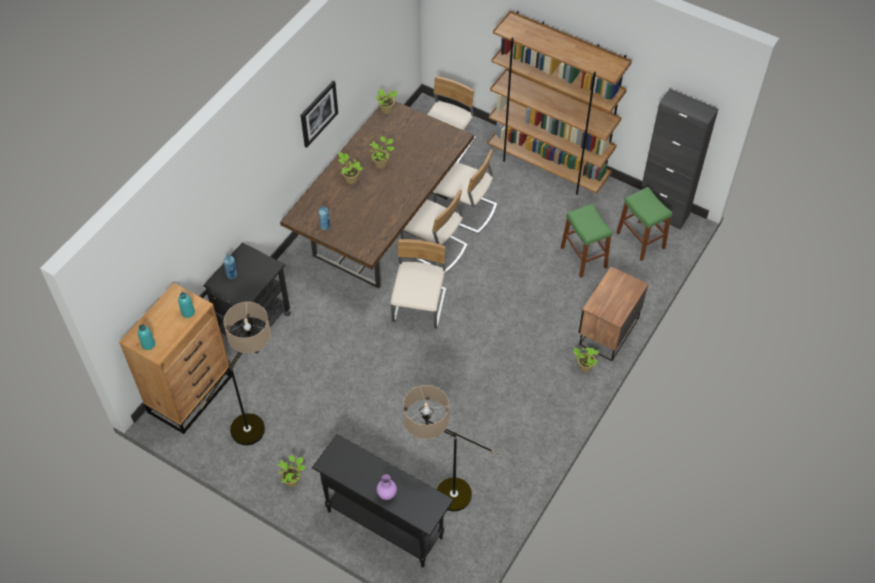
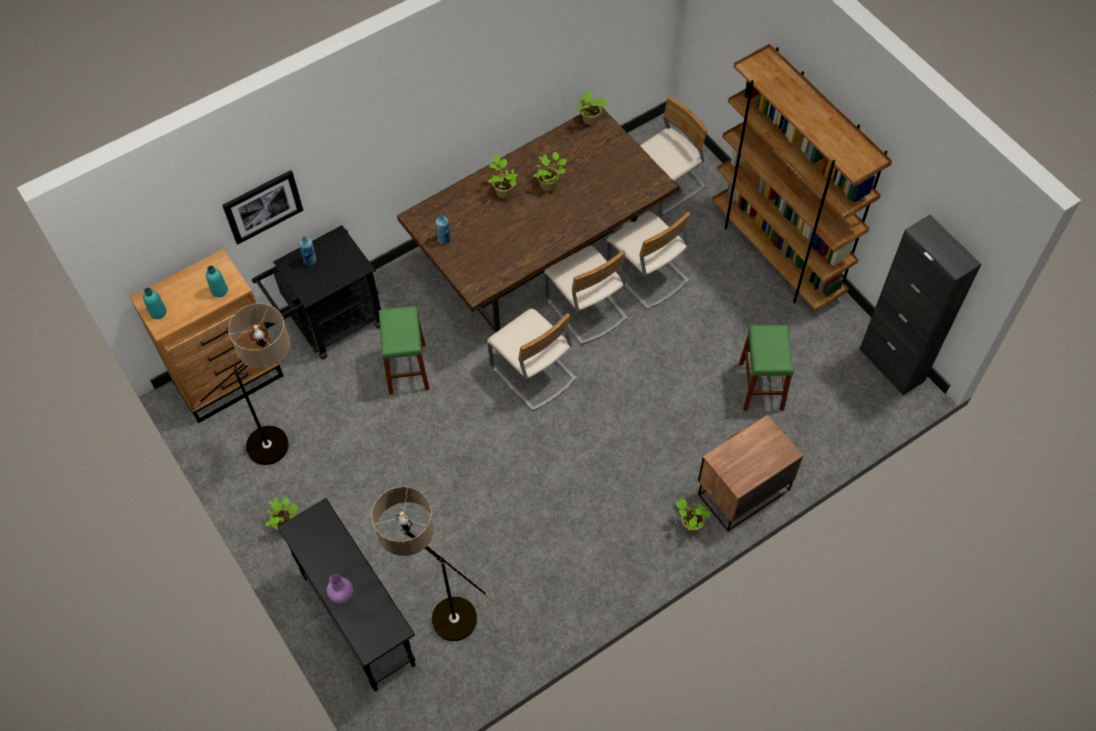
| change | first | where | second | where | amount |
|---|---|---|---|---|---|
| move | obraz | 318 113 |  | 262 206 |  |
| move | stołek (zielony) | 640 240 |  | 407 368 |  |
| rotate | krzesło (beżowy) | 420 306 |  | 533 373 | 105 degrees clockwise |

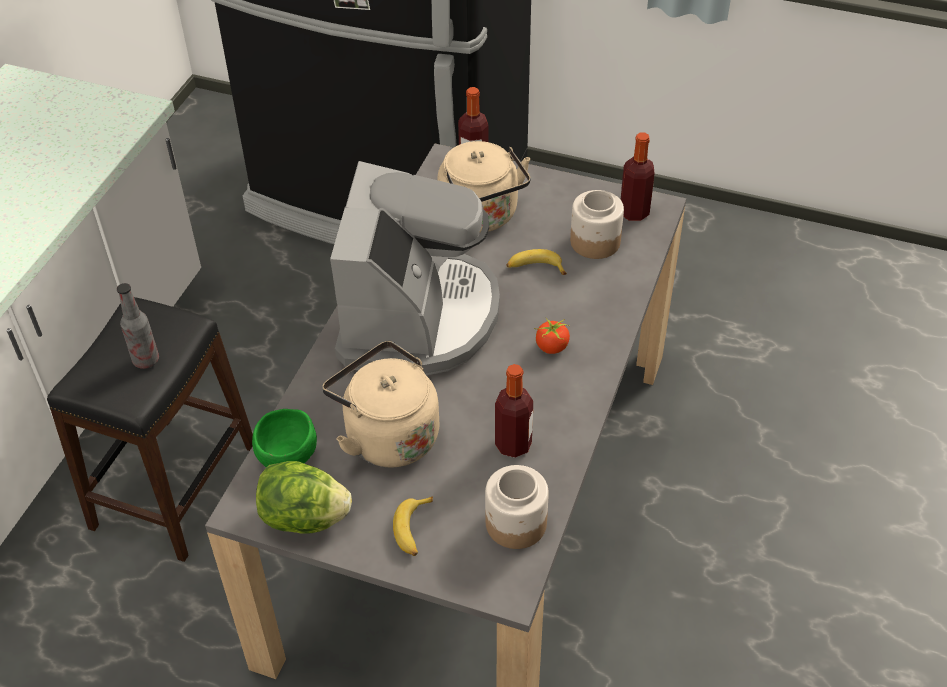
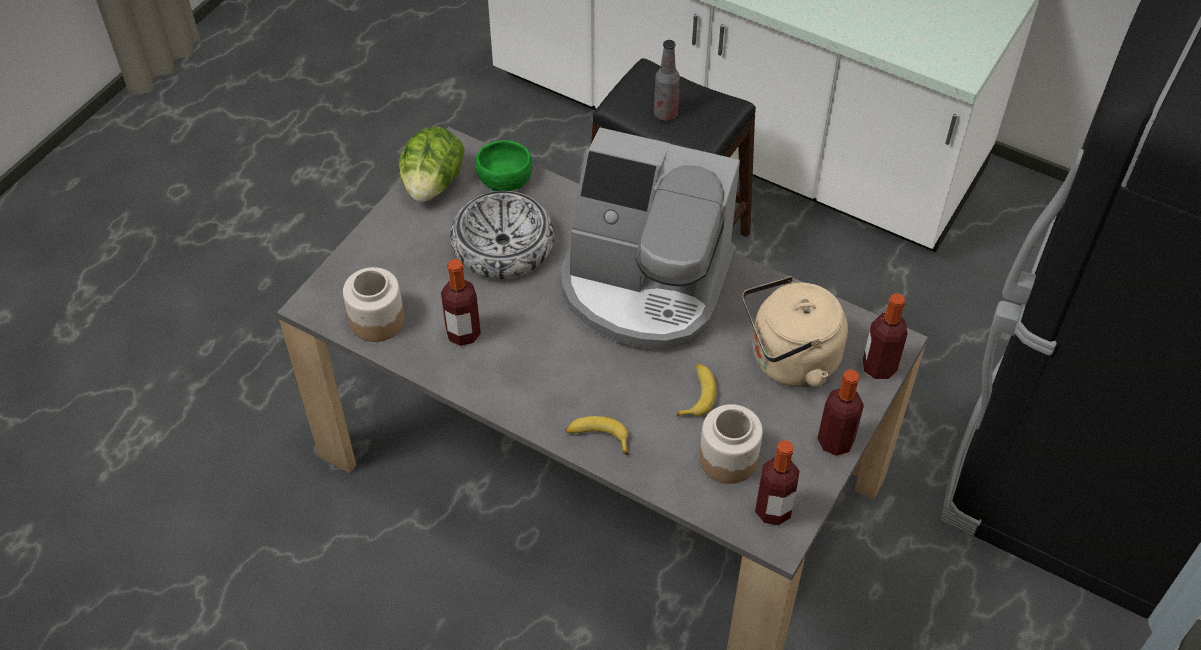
| change | first | where | second | where | amount |
|---|---|---|---|---|---|
| replace | czajnik (beżowy) | 387 435 | miska | 503 245 |  |
| move | banan | 414 530 |  | 597 437 |  |
| insert |  |  | butelka | 835 441 |  |
| delete | pomidor | 551 347 |  |  |  |

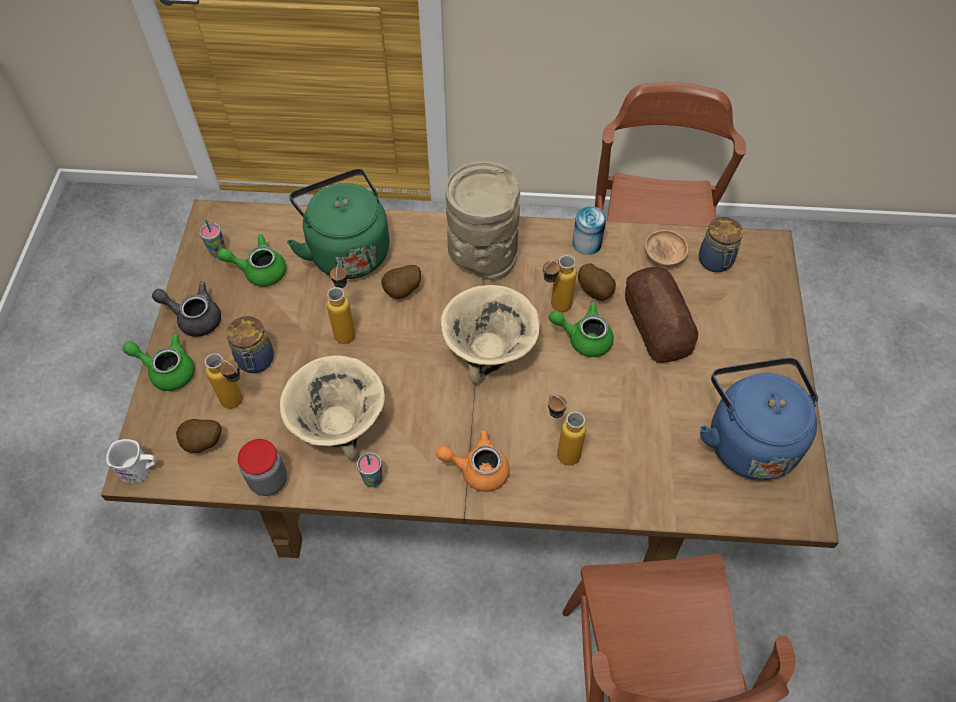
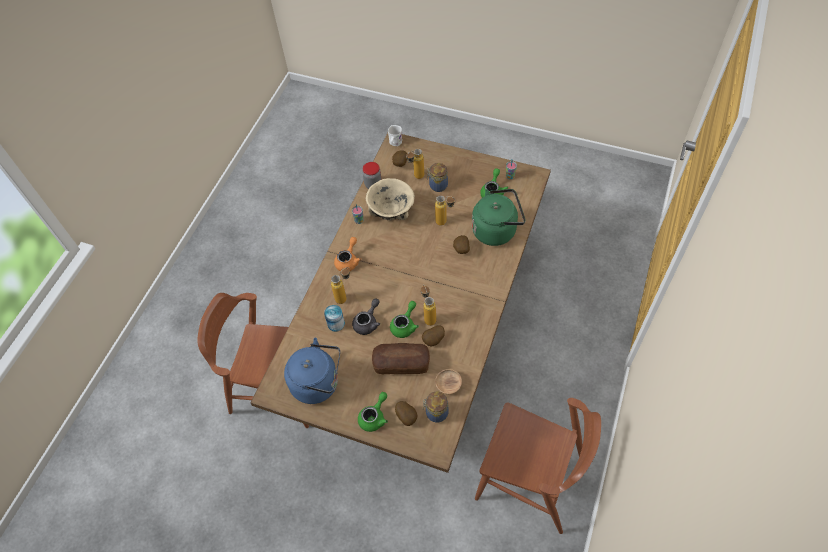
| change | first | where | second | where | amount |
|---|---|---|---|---|---|
| move | puszka | 587 243 |  | 336 324 |  |
| move | imbryk (szary) | 194 318 |  | 368 322 |  |
| move | imbryk (zielony) | 167 370 |  | 374 417 |  |
| insert |  |  | ziemniak | 407 417 |  |
| delete | miska (beżowy) | 489 352 |  |  |  |
| delete | wazon (beżowy) | 481 255 |  |  |  |

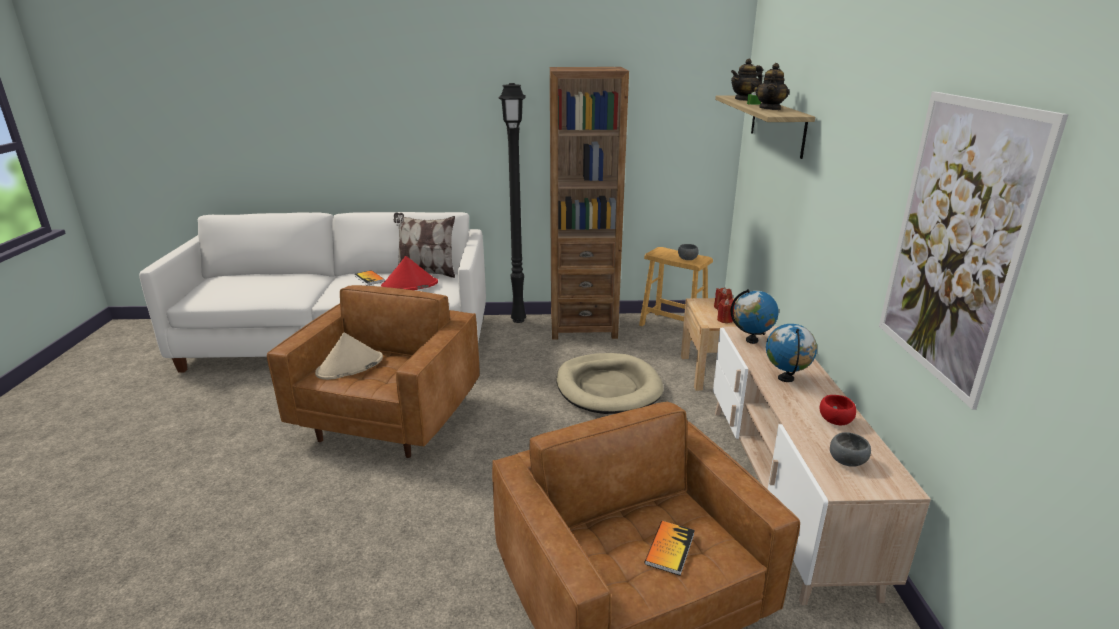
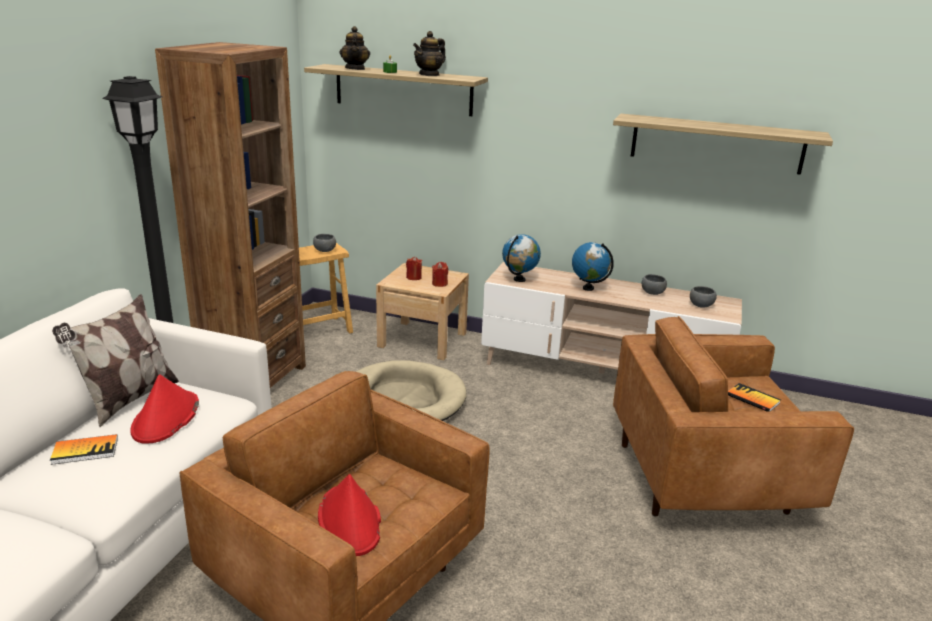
| change | first | where | second | where | amount |
|---|---|---|---|---|---|
| recolor | kapelusz (beżowy) | 349 366 | kapelusz (czerwony) | 350 521 |  |
| rotate | imbryk | 770 108 |  | 429 75 | 90 degrees clockwise |
| replace | obraz | 955 243 | półka | 716 143 |  |
| recolor | miska (czerwony) | 834 420 | miska (szary) | 652 293 |  |

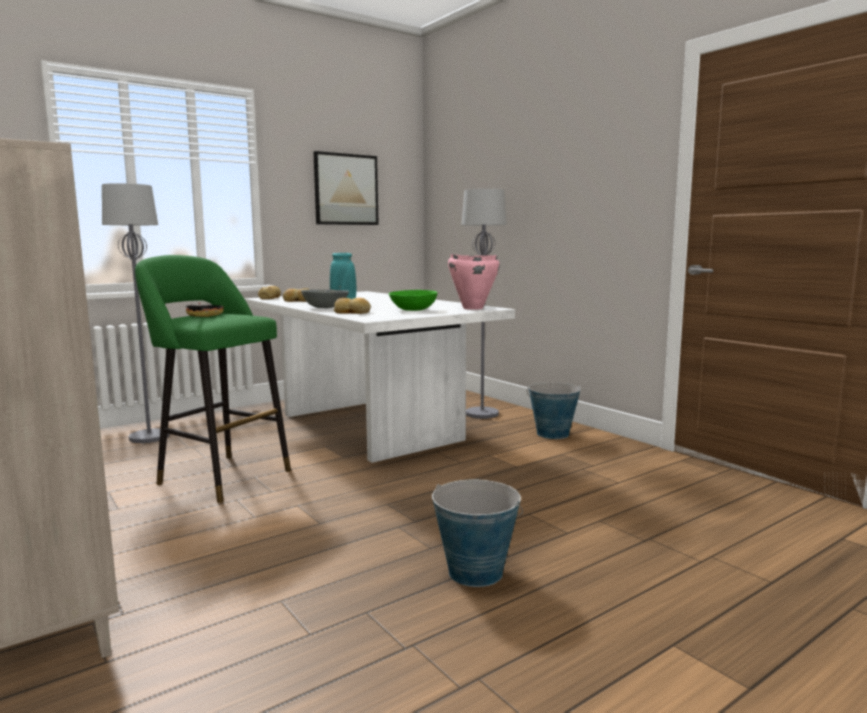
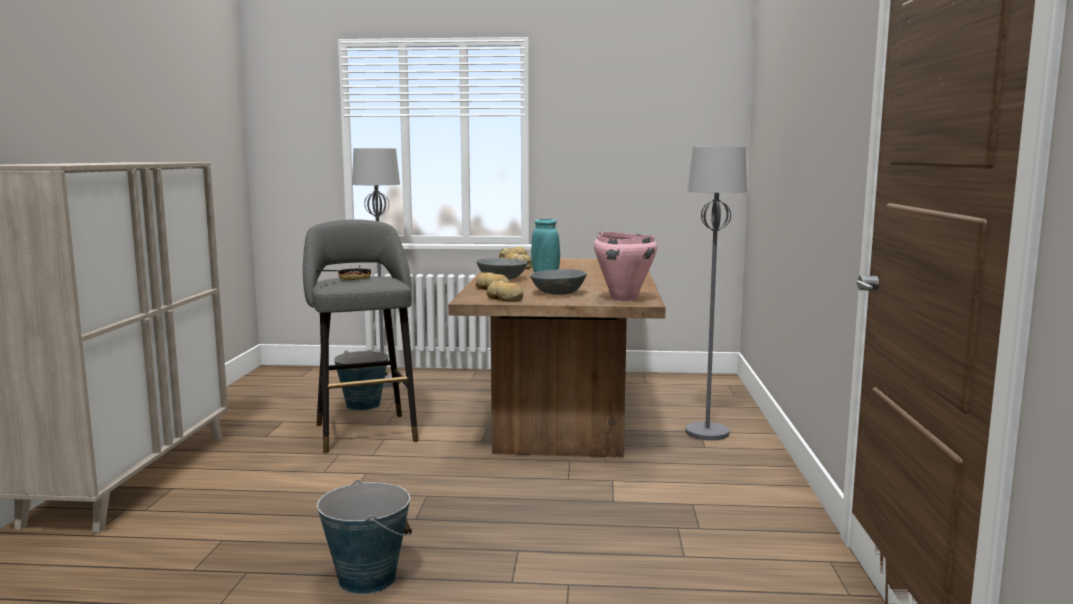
| change | first | where | second | where | amount |
|---|---|---|---|---|---|
| recolor | stołek (zielony) | 219 476 | stołek (szary) | 364 430 |  |
| move | wiadro | 552 434 |  | 363 405 |  |
| recolor | stół jadalny (biały) | 367 427 | stół jadalny (brązowy) | 561 417 |  |
| insert |  |  | chleb | 505 299 |  |
| recolor | miska (zielony) | 413 310 | miska (szary) | 558 293 |  |
| delete | obraz | 346 189 |  |  |  |

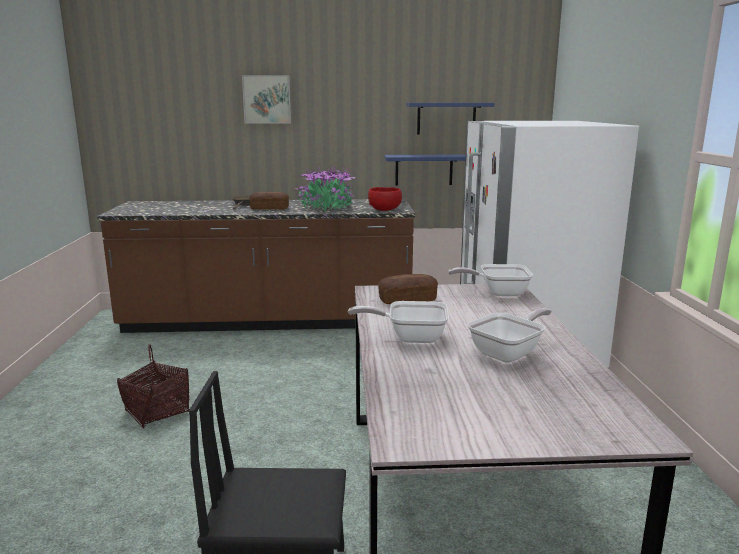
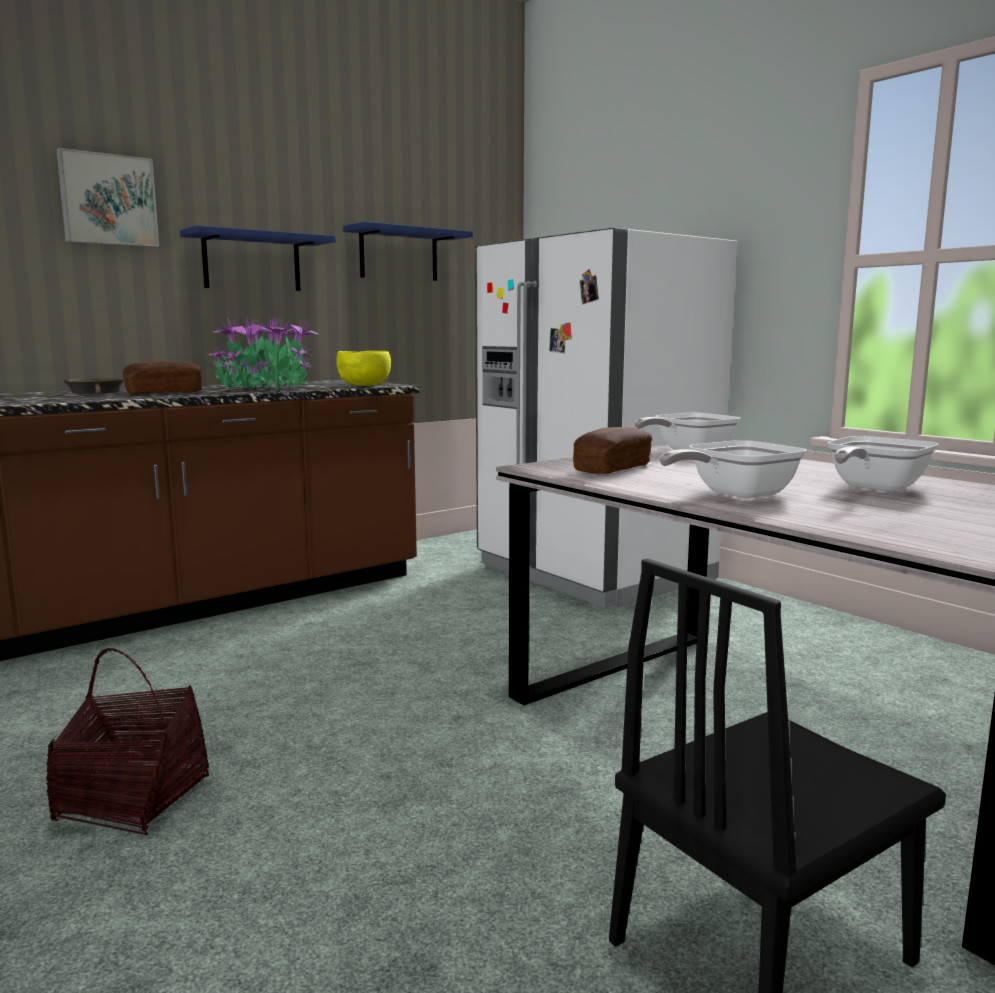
| change | first | where | second | where | amount |
|---|---|---|---|---|---|
| move | półka (niebieski) | 424 169 |  | 252 262 |  |
| recolor | miska (czerwony) | 385 209 | miska (żółty) | 365 385 |  |
| rotate | patelnia | 509 353 |  | 872 488 | 150 degrees counterclockwise |

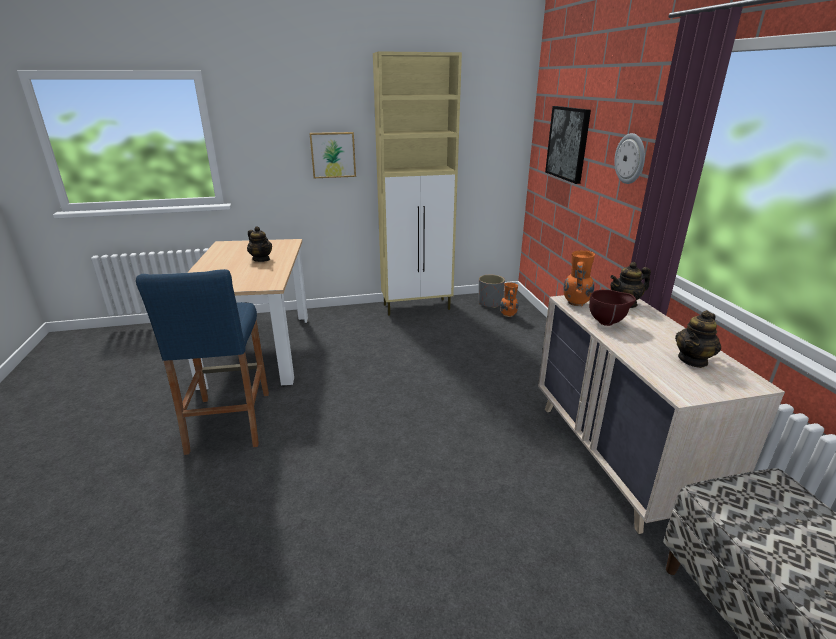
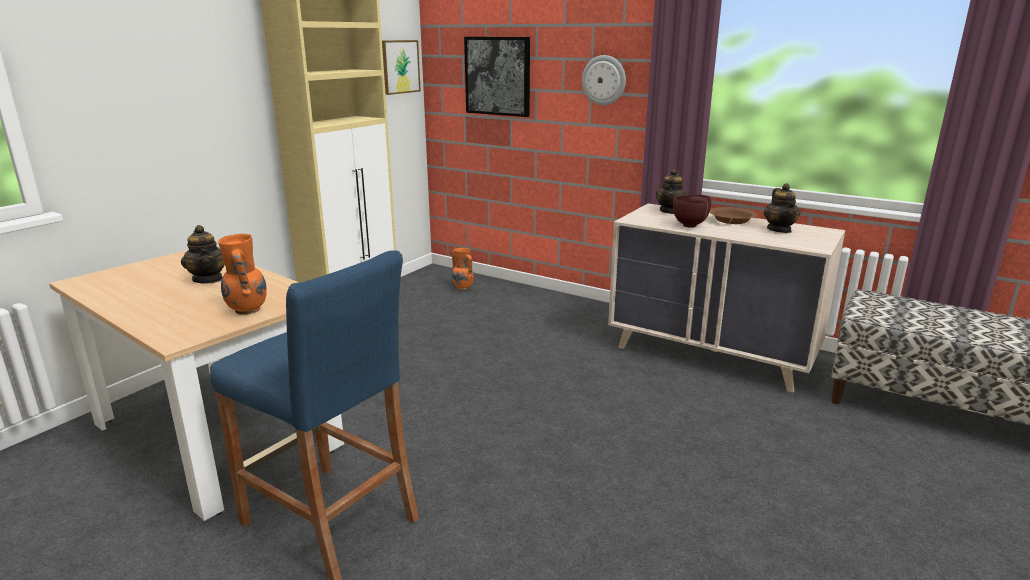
| change | first | where | second | where | amount |
|---|---|---|---|---|---|
| rotate | imbryk | 261 259 |  | 208 279 | 60 degrees clockwise |
| move | wazon (pomarańczowy) | 575 303 |  | 247 311 |  |
| move | obraz | 333 154 |  | 398 66 |  |
| insert |  |  | miska (brązowy) | 731 221 |  |
| delete | donica (szary) | 490 303 |  |  |  |

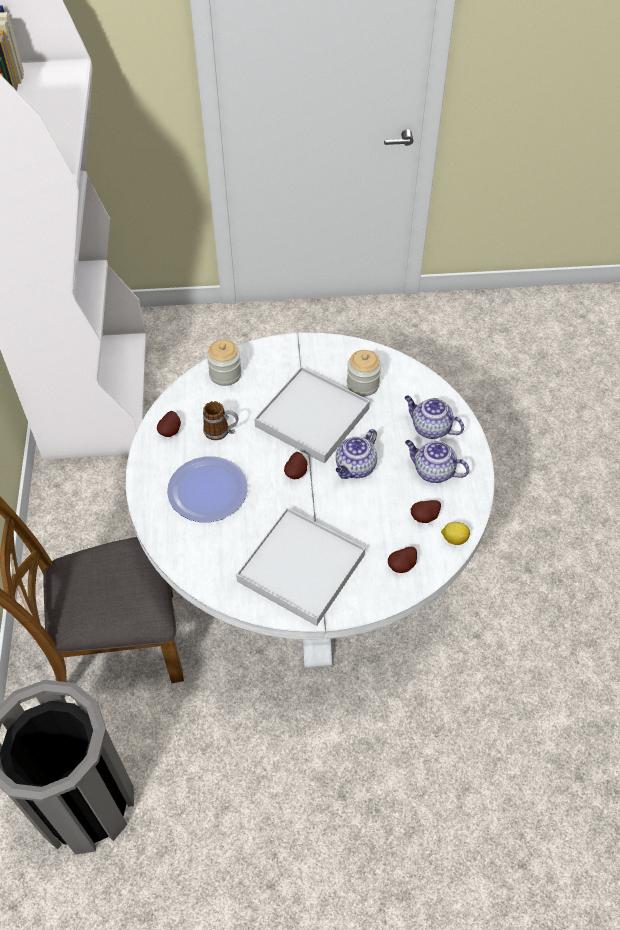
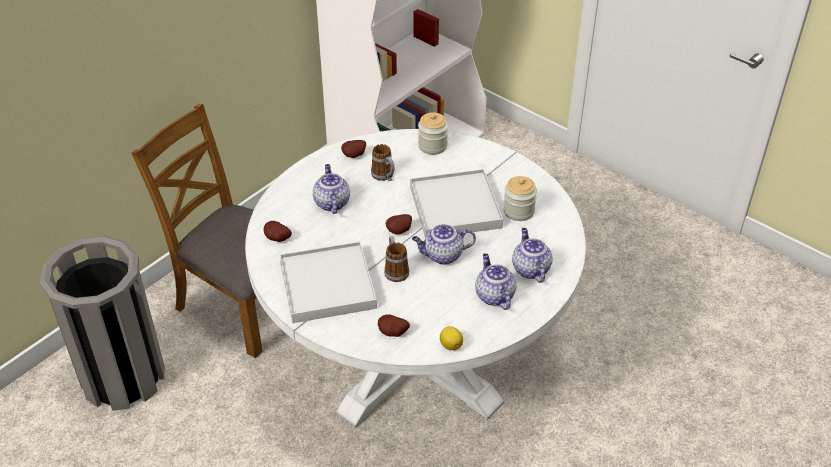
| change | first | where | second | where | amount |
|---|---|---|---|---|---|
| move | ziemniak | 425 518 |  | 277 239 |  |
| replace | talerz | 207 490 | imbryk | 331 202 |  |
| insert |  |  | kubek | 395 270 |  |

